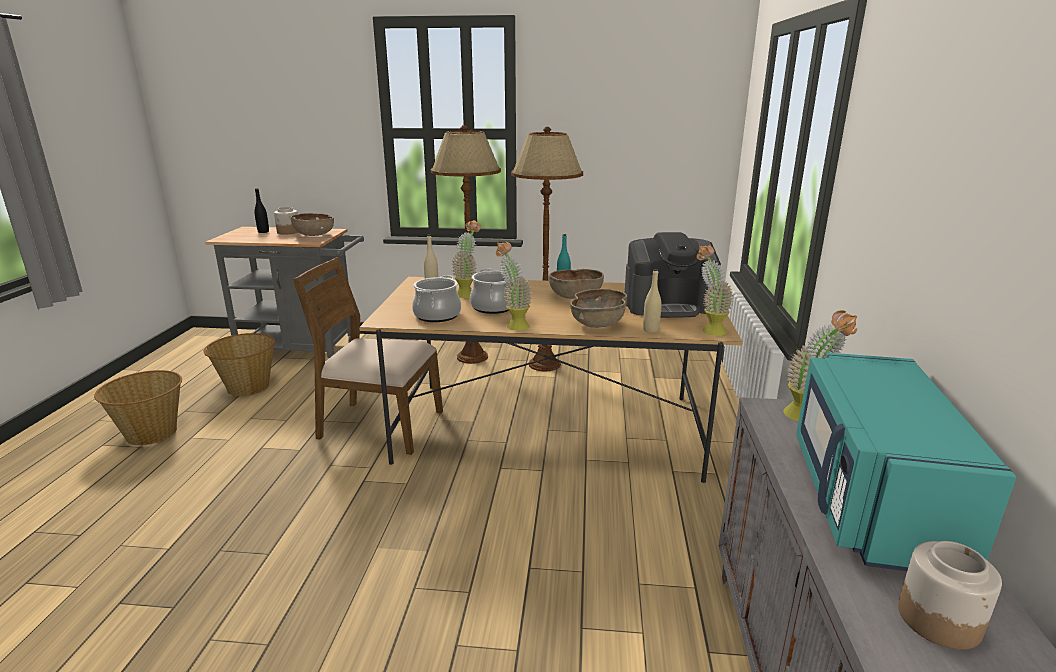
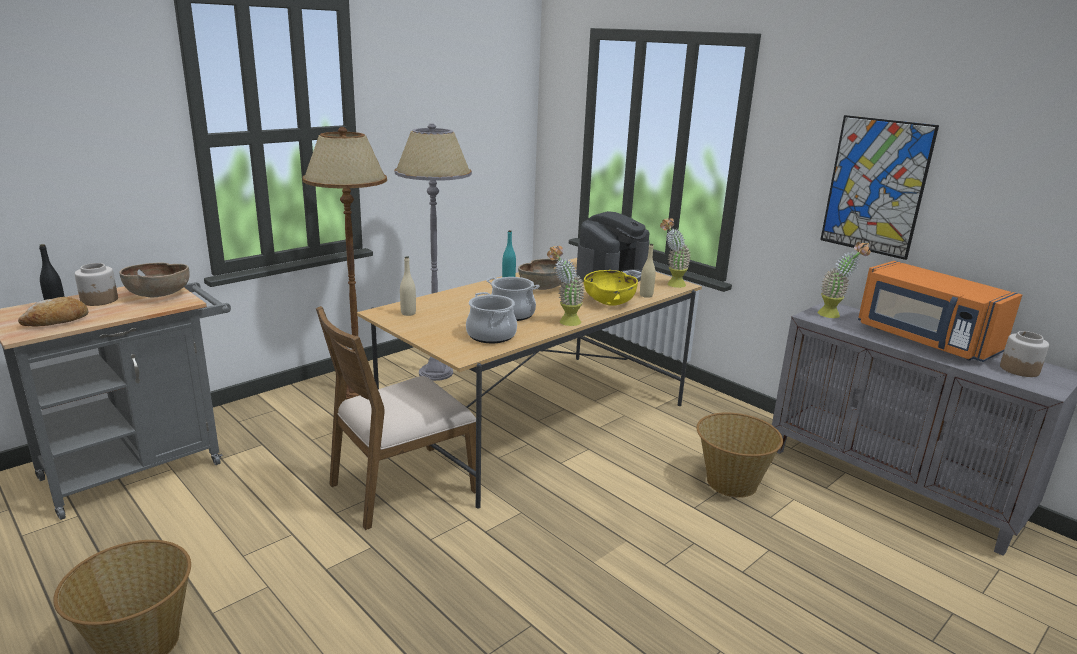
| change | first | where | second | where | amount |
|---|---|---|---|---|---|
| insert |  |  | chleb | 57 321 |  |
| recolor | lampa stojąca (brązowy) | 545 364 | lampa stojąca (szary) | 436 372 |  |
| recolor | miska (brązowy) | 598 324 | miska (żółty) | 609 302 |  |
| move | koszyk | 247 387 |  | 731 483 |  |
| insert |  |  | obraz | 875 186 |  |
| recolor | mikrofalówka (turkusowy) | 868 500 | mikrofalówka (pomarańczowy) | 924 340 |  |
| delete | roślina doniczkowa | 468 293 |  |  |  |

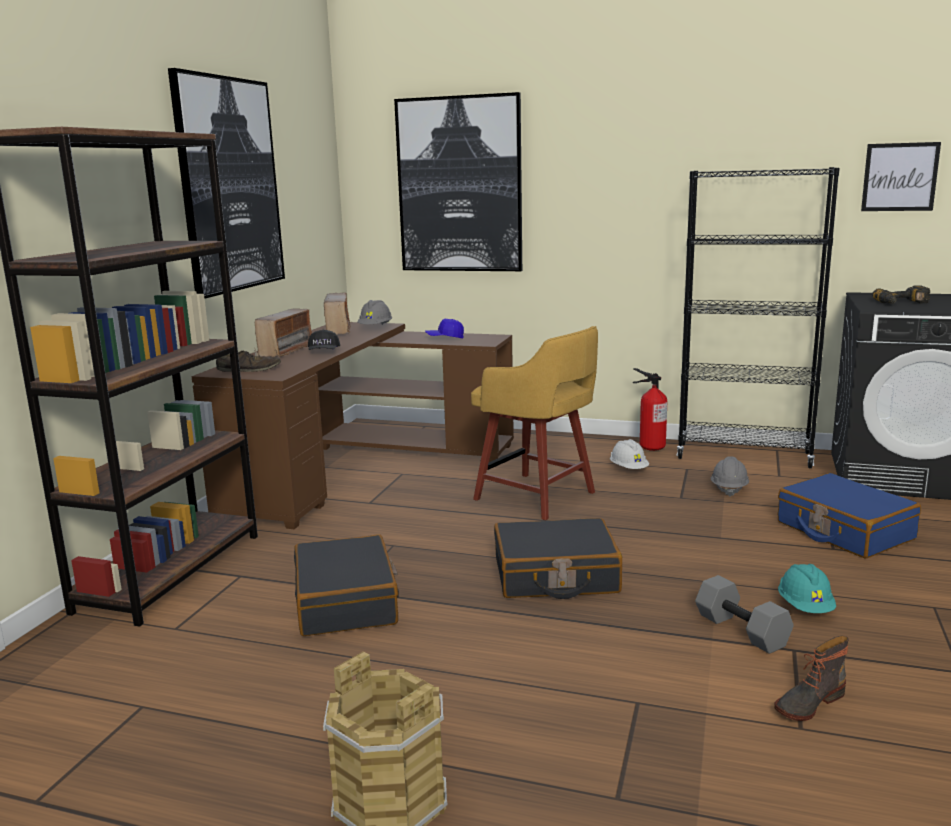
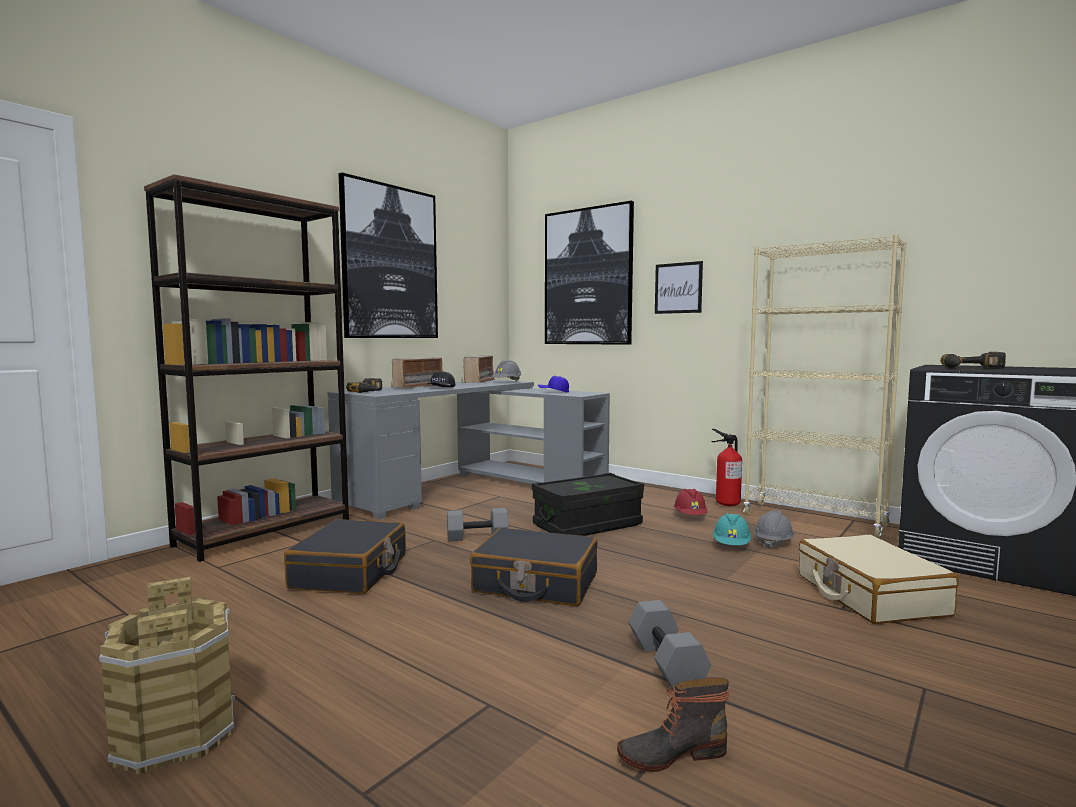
| change | first | where | second | where | amount |
|---|---|---|---|---|---|
| recolor | biurko (brązowy) | 359 467 | biurko (szary) | 473 488 |  |
| replace | but (brązowy) | 249 369 | wiertarka | 370 391 |  |
| insert |  |  | hantel (szary) | 478 537 |  |
| replace | stołek (żółty) | 537 497 | pojemnik do przechowywania (czarny) | 587 525 |  |
| move | obraz | 900 177 |  | 678 288 |  |
| recolor | kask (biały) | 628 469 | kask (czerwony) | 690 516 |  |
| move | kask (turkusowy) | 805 607 |  | 731 546 |  |
| recolor | regał (czarny) | 744 456 | regał (beżowy) | 814 520 |  |
| recolor | walizka (niebieski) | 844 531 | walizka (beżowy) | 869 595 |  |

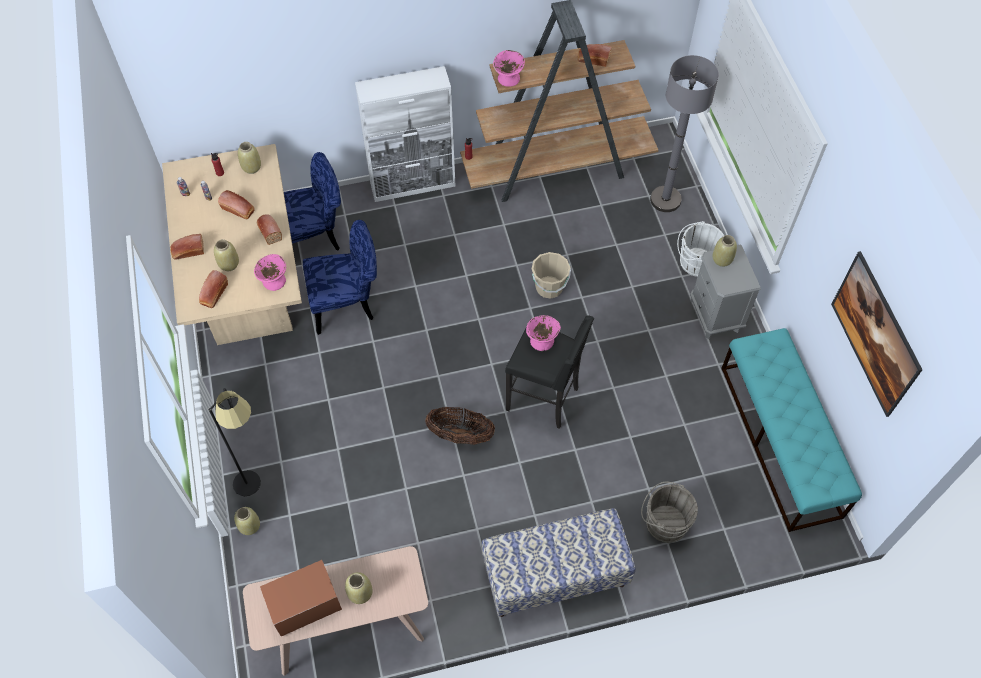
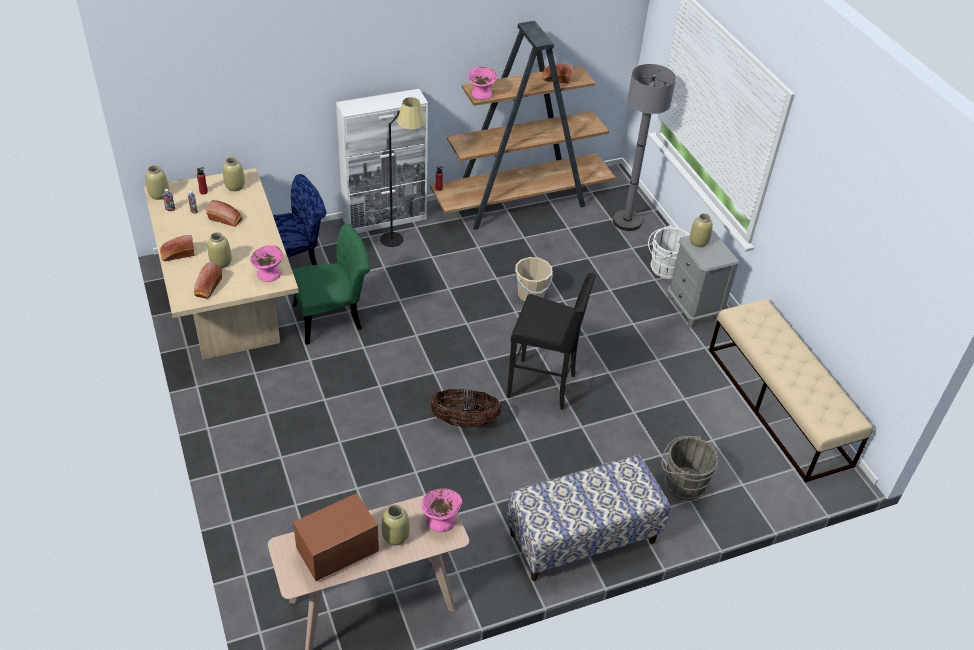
| change | first | where | second | where | amount |
|---|---|---|---|---|---|
| move | wazon (beżowy) | 250 526 |  | 159 194 |  |
| recolor | krzesło (niebieski) | 348 303 | krzesło (zielony) | 334 317 |  |
| move | lampa stojąca (czarny) | 259 485 |  | 402 240 |  |
| move | miska (różowy) | 542 341 |  | 441 520 |  |
| recolor | ławka (turkusowy) | 780 441 | ławka (beżowy) | 778 406 |  |
| delete | chleb | 269 231 |  |  |  |
| delete | obraz | 867 346 |  |  |  |

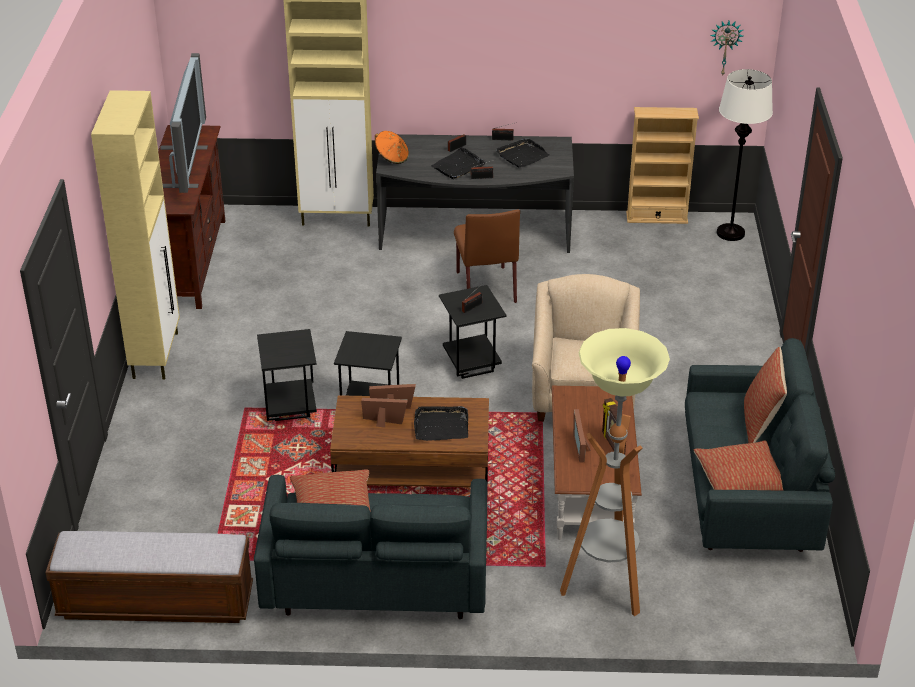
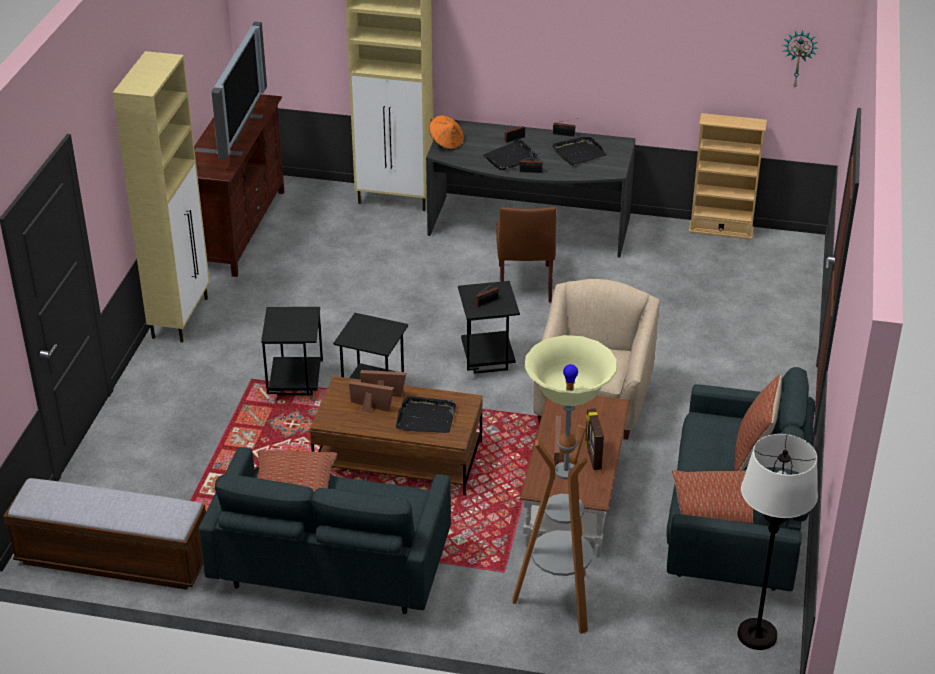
| change | first | where | second | where | amount |
|---|---|---|---|---|---|
| move | lampa stojąca (biały) | 730 233 |  | 757 635 |  |

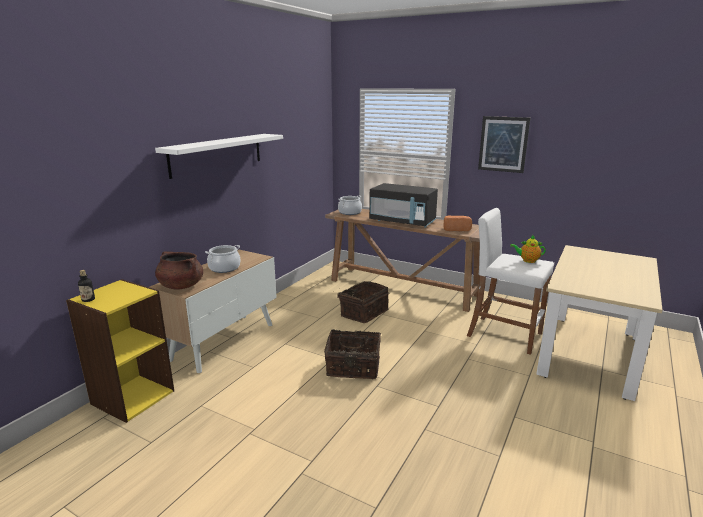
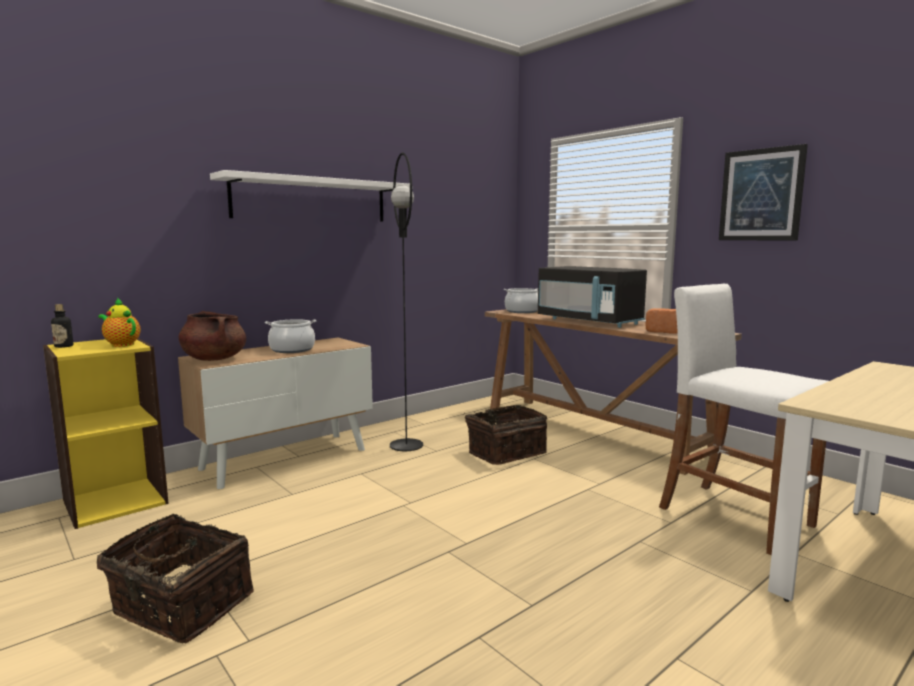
| change | first | where | second | where | amount |
|---|---|---|---|---|---|
| move | koszyk | 353 368 |  | 180 606 |  |
| move | imbryk | 527 260 |  | 121 344 |  |
| insert |  |  | lampa stojąca (czarny) | 406 445 |  |

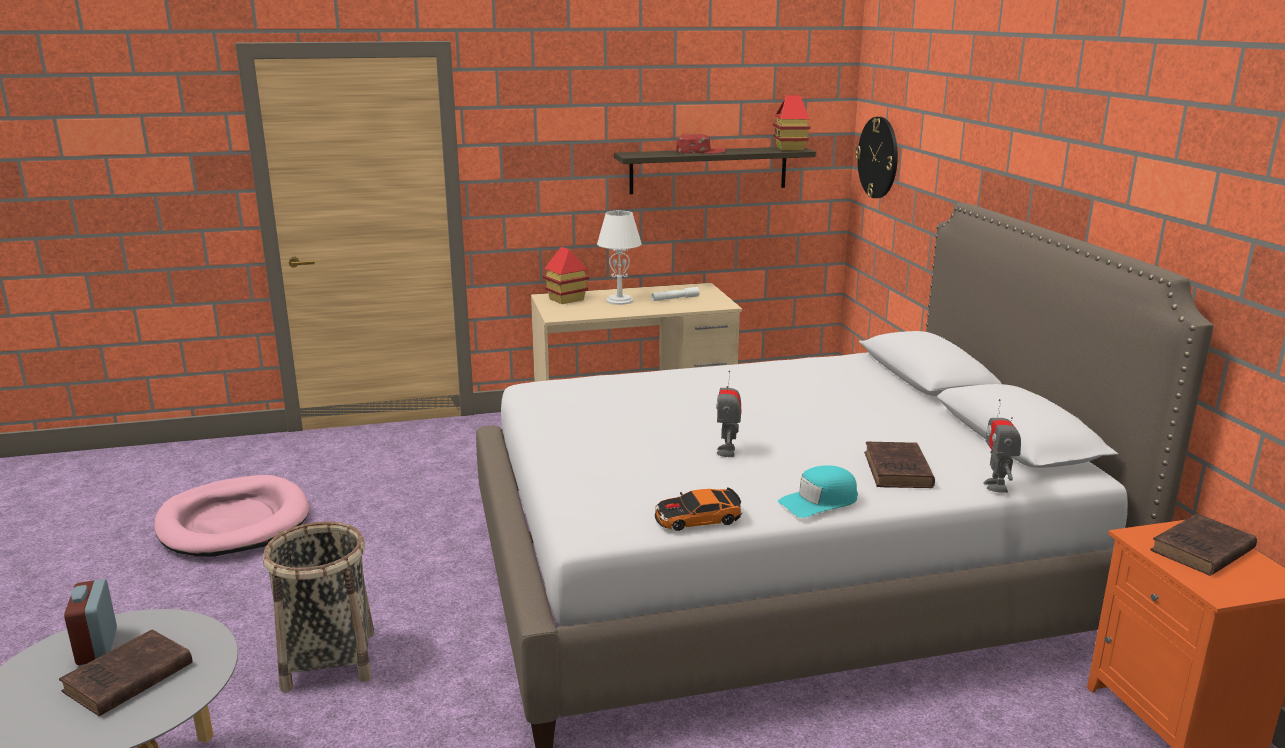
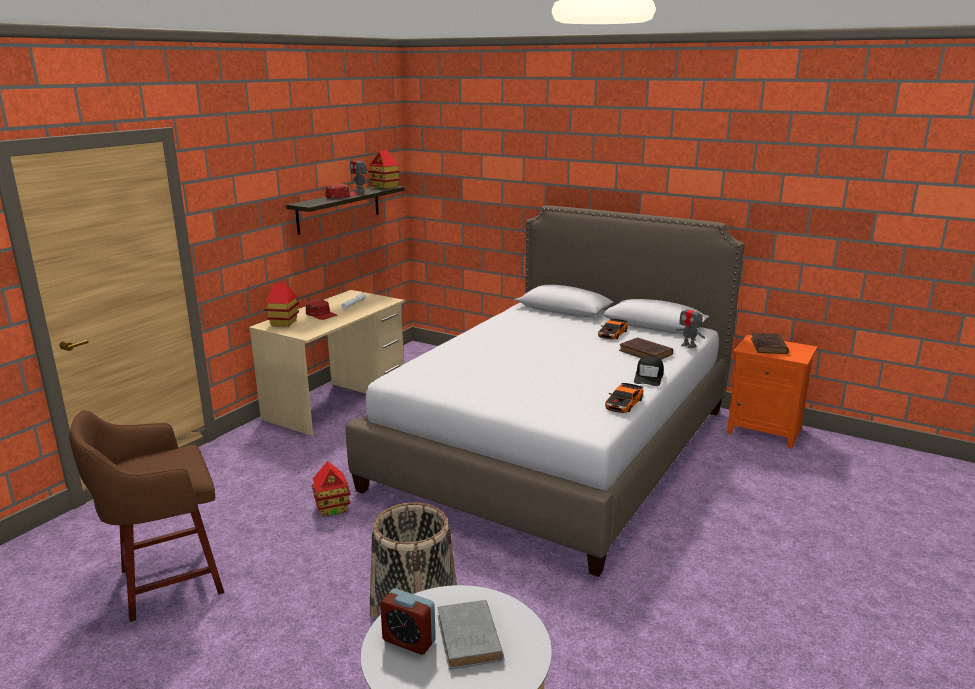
| change | first | where | second | where | amount |
|---|---|---|---|---|---|
| replace | legowisko (różowy) | 234 522 | stołek (brązowy) | 166 582 |  |
| replace | lampa stołowa (biały) | 620 300 | czapka z daszkiem (czerwony) | 321 314 |  |
| insert |  |  | domek | 332 508 |  |
| move | robot zabawkowy | 727 451 |  | 359 191 |  |
| recolor | książka (brązowy) | 125 679 | książka (szary) | 469 640 |  |
| insert |  |  | samochodzik | 612 333 |  |
| recolor | czapka z daszkiem (turkusowy) | 819 501 | czapka z daszkiem (czarny) | 649 377 |  |
| delete | zegar ścienny | 878 157 |  |  |  |

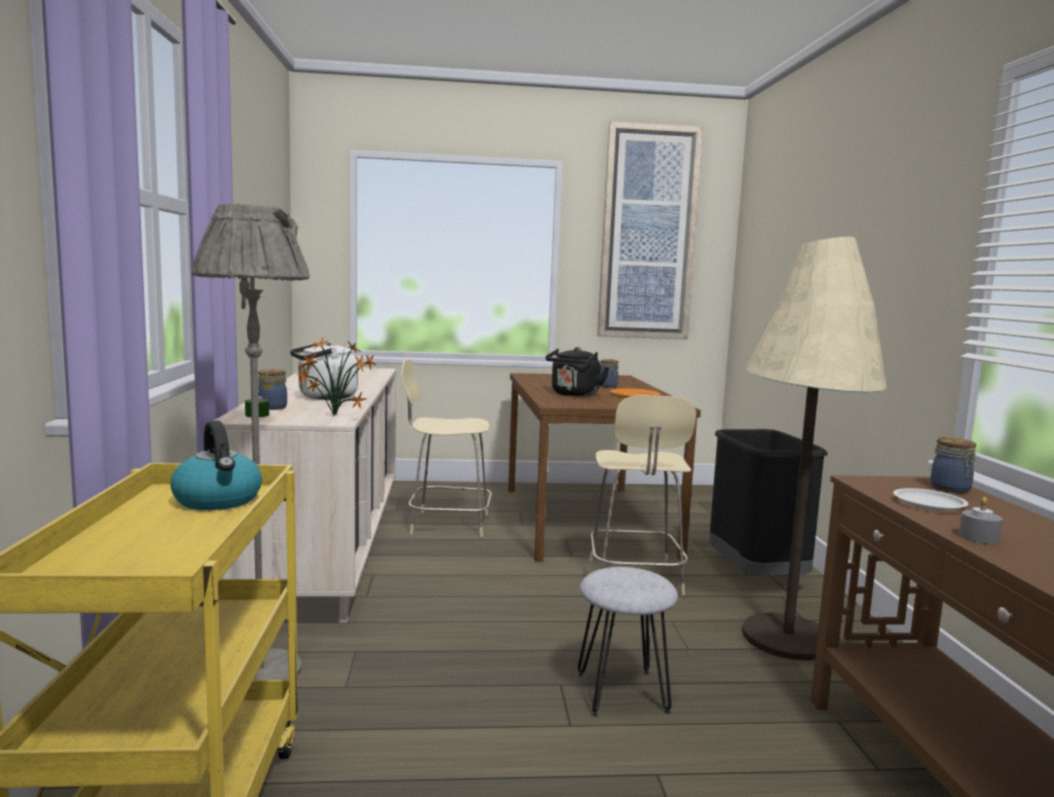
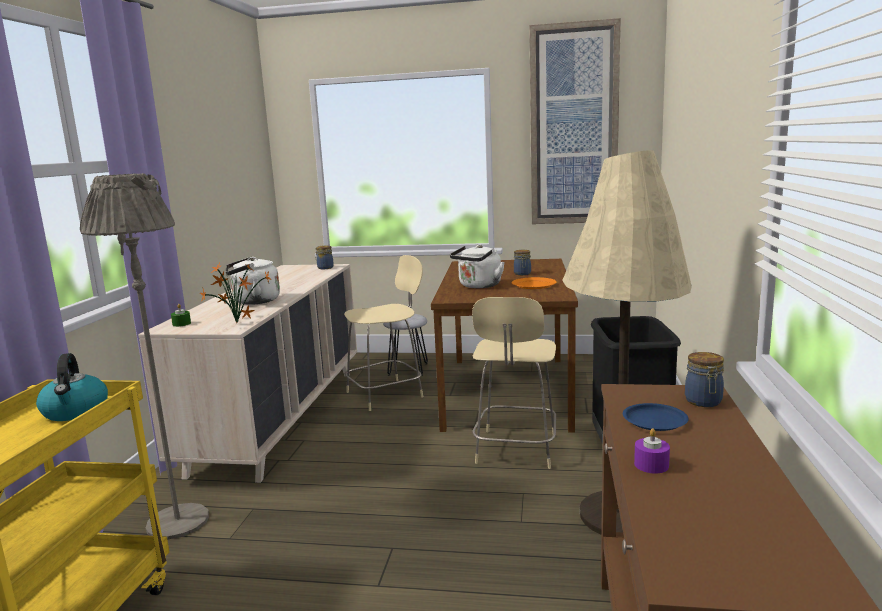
| change | first | where | second | where | amount |
|---|---|---|---|---|---|
| move | słoik | 271 407 |  | 324 268 |  |
| rotate | krzesło (beżowy) | 446 524 |  | 387 394 | 135 degrees clockwise |
| move | stołek (szary) | 621 692 |  | 408 369 |  |
| recolor | czajnik (czarny) | 574 394 | czajnik (biały) | 478 286 |  |
| recolor | talerz (biały) | 928 504 | talerz (niebieski) | 654 421 |  |
| recolor | świeca (szary) | 978 537 | świeca (fioletowy) | 651 465 |  |

